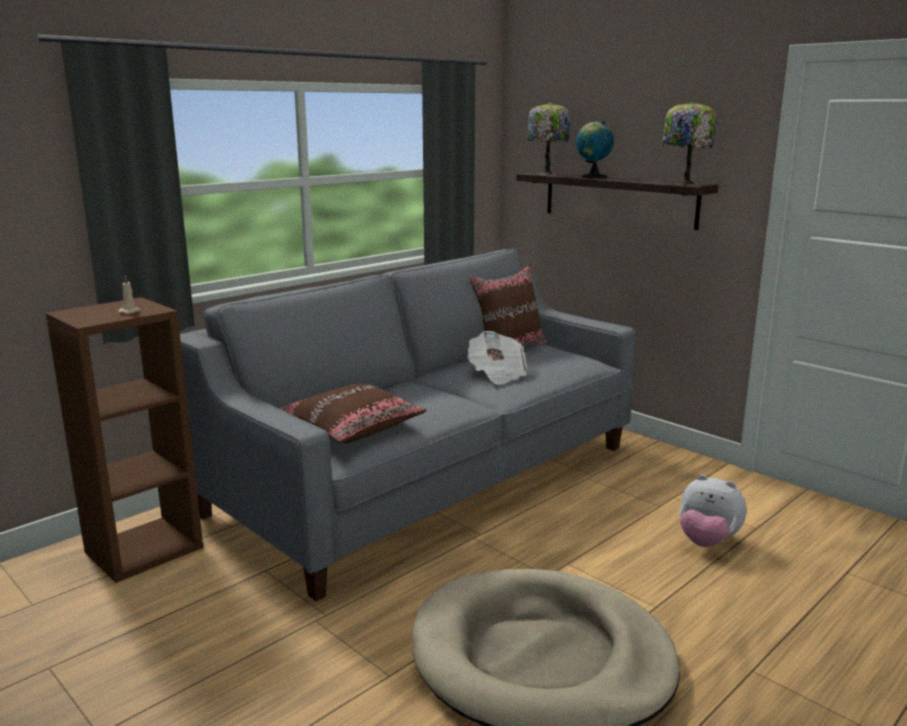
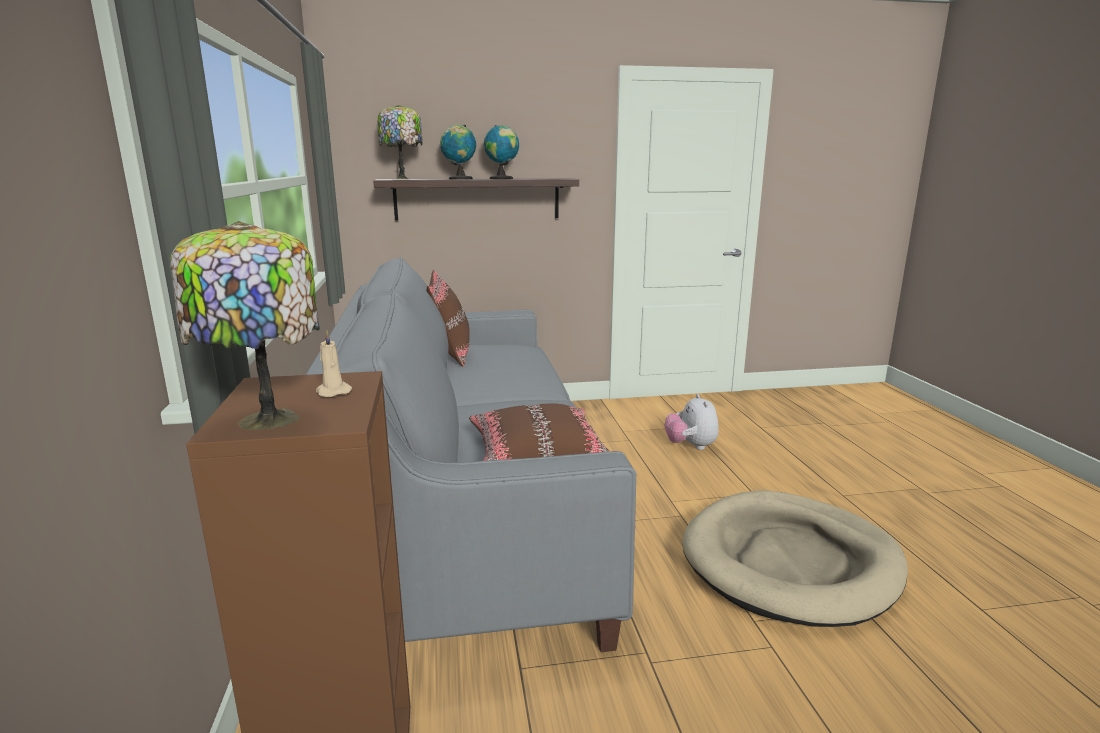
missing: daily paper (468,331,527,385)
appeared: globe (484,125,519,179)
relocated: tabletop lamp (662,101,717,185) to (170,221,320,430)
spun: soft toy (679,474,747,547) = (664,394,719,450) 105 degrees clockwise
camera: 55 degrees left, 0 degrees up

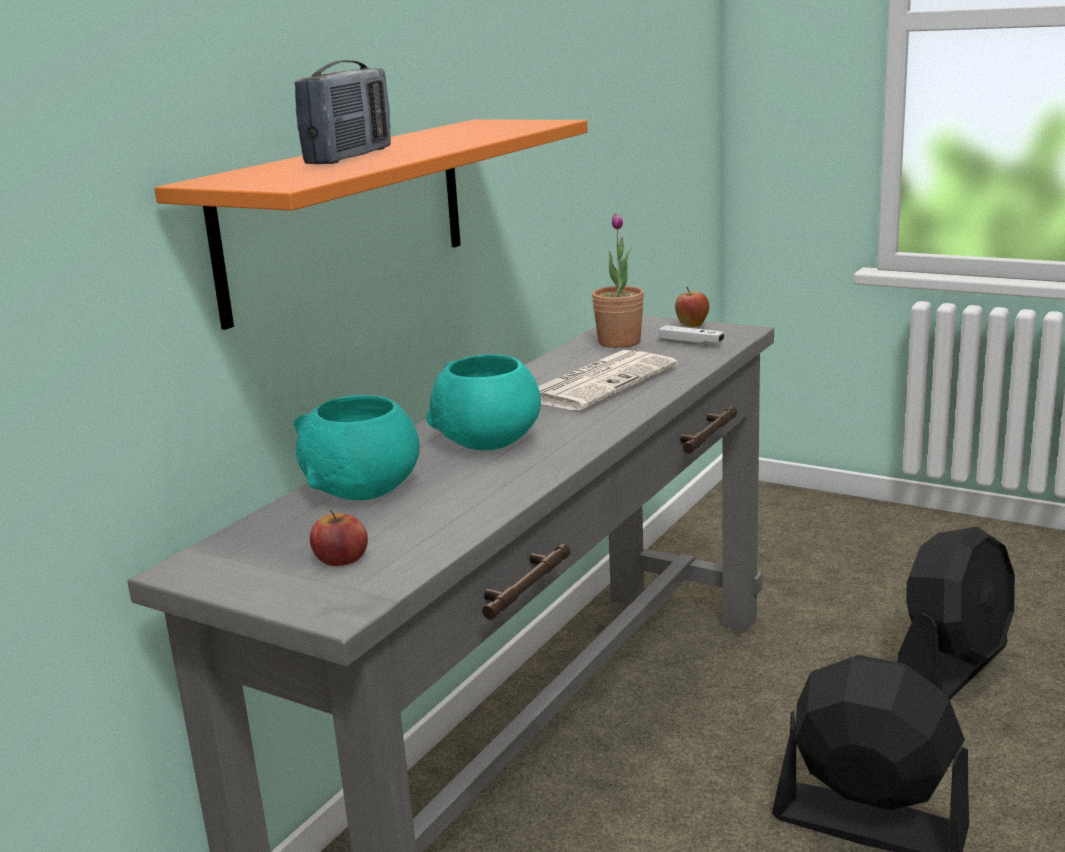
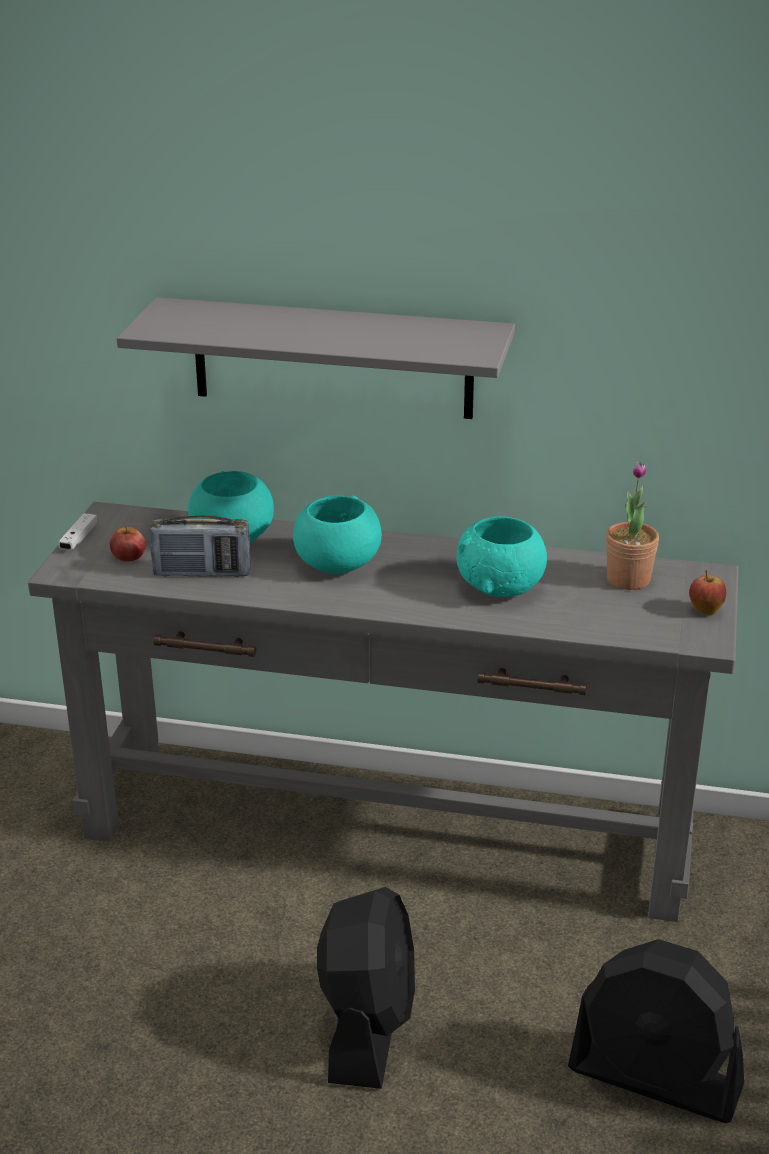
relocated: radio (295,60,391,164) to (150,515,250,577); white-coloured gamepad (659,325,724,346) to (58,513,97,550)
exchanged: daily paper (538,350,678,410) to blue-green deep dish (456,516,547,597)
colour: orange bracket shelf (154,119,588,330) to gray bracket shelf (116,297,515,419)
camera: 70 degrees right, 10 degrees up

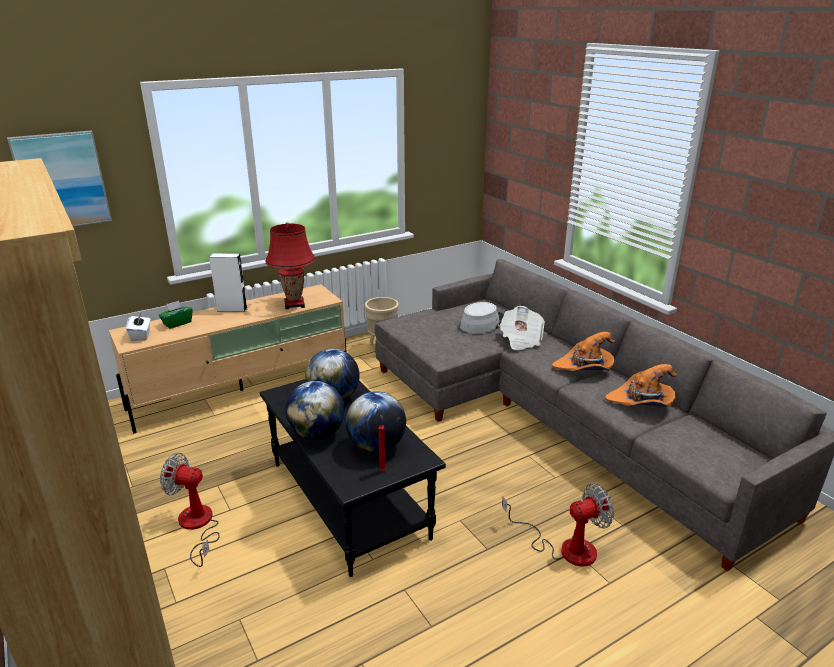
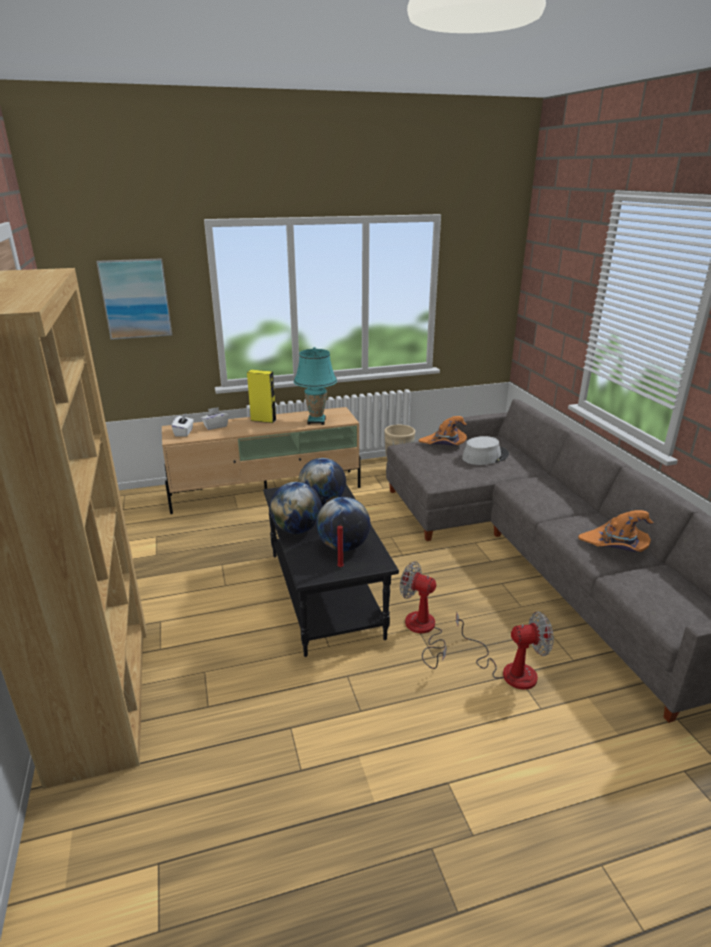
missing: daily paper (499,306,545,350)
relocated: cooling fan (160,453,219,567) to (400,561,447,669); orange wearable hat (552,332,615,371) to (419,416,467,445)
colour: green tissue holder (159,301,193,329) to white-coloured tissue holder (201,407,229,430); white-coloured loudspeaker (209,253,248,312) to yellowish loudspeaker (247,370,276,423); red tabletop lamp (265,222,315,309) to blue-green tabletop lamp (294,347,337,425)
camera: 15 degrees right, 0 degrees up

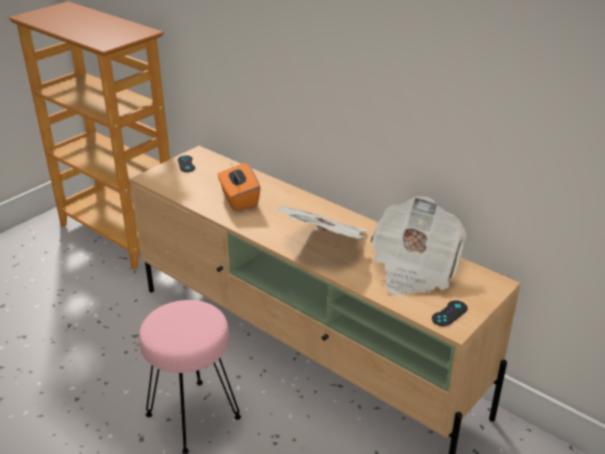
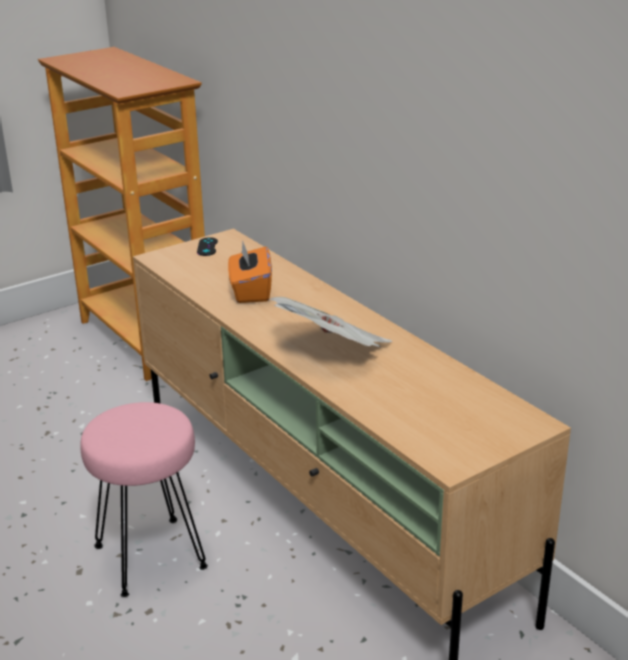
missing: daily paper (371,196,467,295); black gamepad (432,300,468,326)
camera: 15 degrees right, 5 degrees down

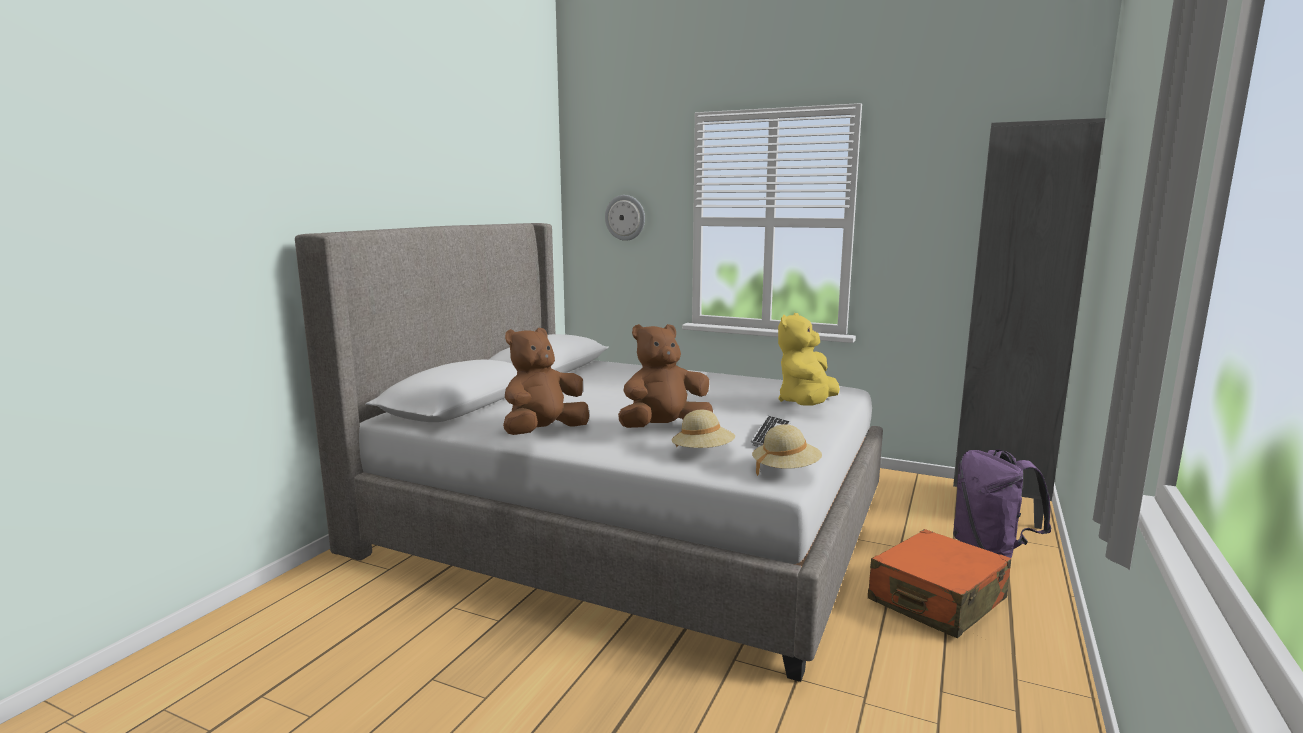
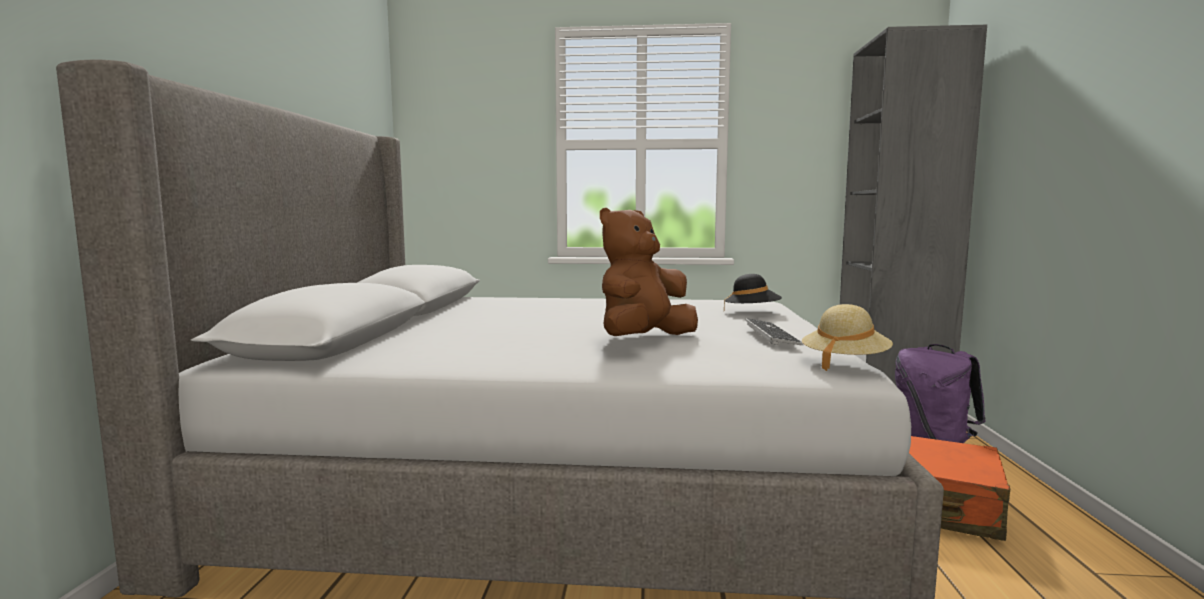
missing: brown soft toy (503,328,589,435); wall clock (605,195,645,241); beige wearable hat (672,410,735,448)
exchanged: yellowish soft toy (778,313,840,406) to black wearable hat (724,274,782,307)
camera: 20 degrees left, 5 degrees down

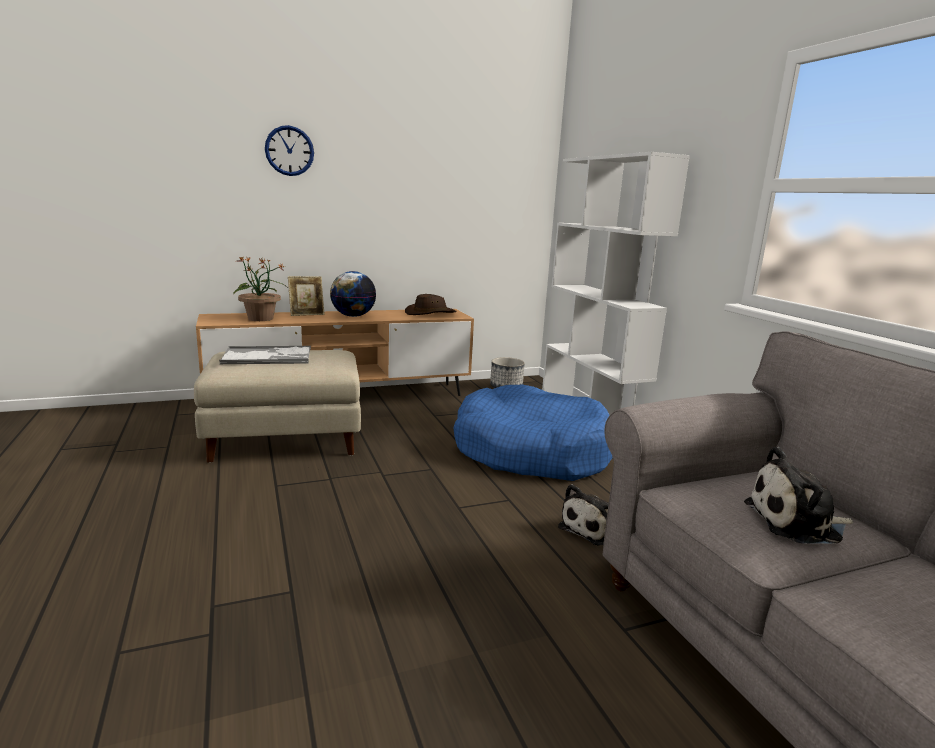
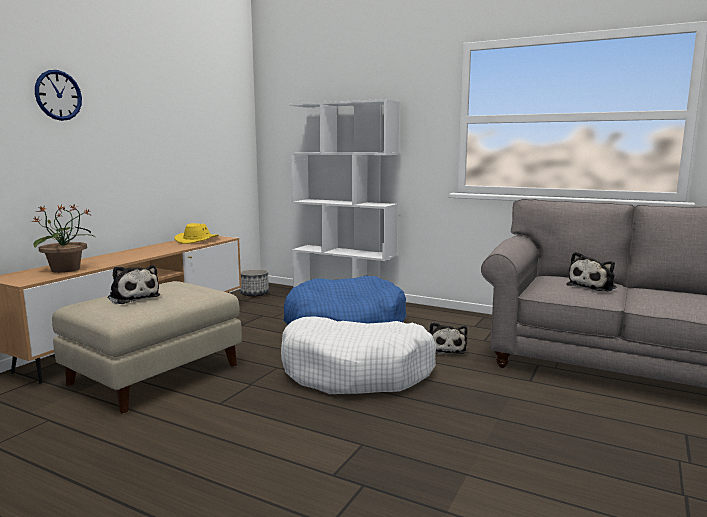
missing: picture frame (288,276,325,316); globe (330,271,376,317)
appeared: white-coloured pet bed (281,316,436,394)
exchanged: serving tray (219,346,311,364) to soft toy (108,265,160,304)
colour: brown wearable hat (405,294,457,315) to yellowish wearable hat (174,223,219,244)
camera: 40 degrees left, 5 degrees down

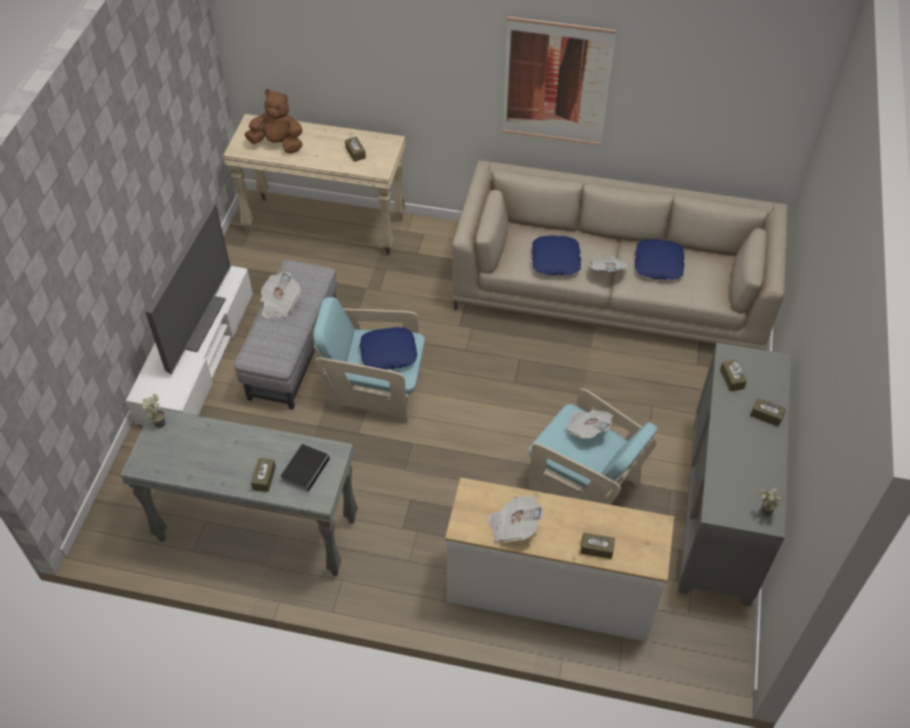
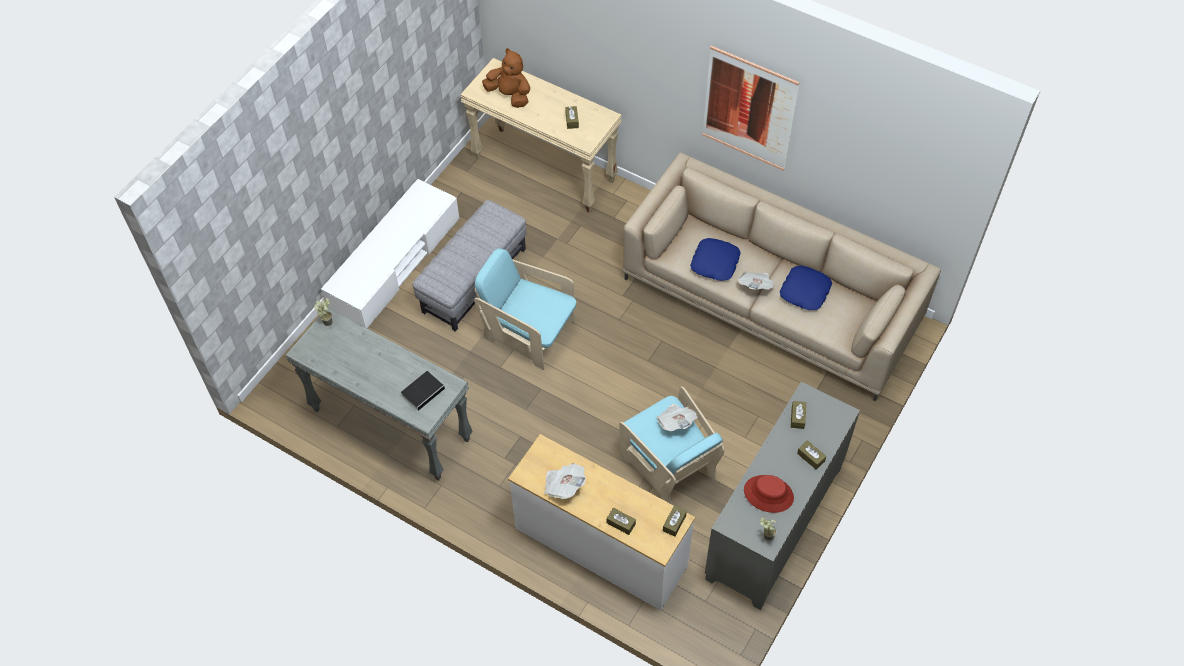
missing: TV set (145,204,231,375); daily paper (260,272,301,318); blue throw pillow (360,327,417,370)
appeared: red wearable hat (744,475,794,513)
relocated: brown tissue holder (251,458,276,492) to (663,505,687,537)
camera: 20 degrees right, 5 degrees up

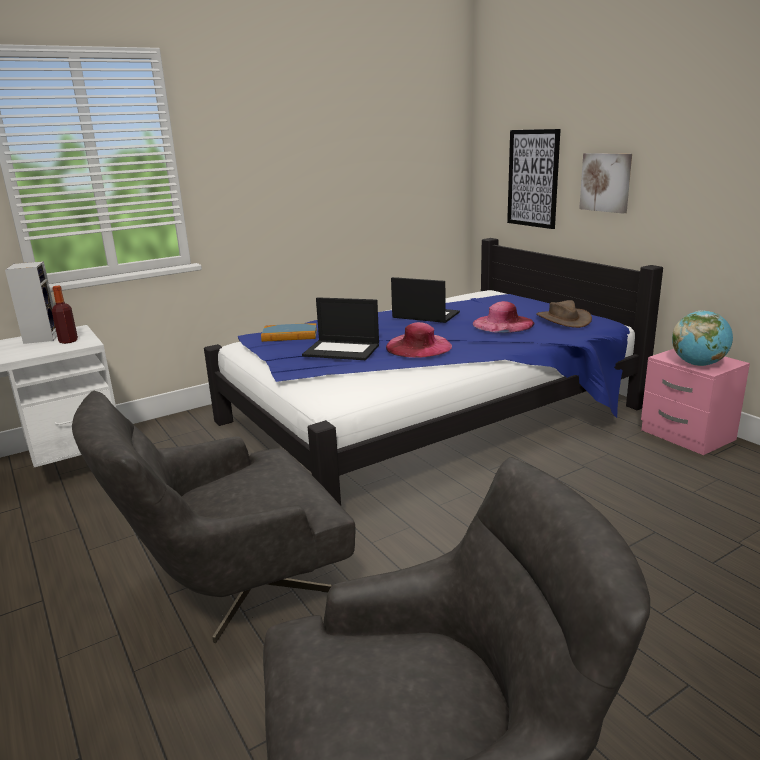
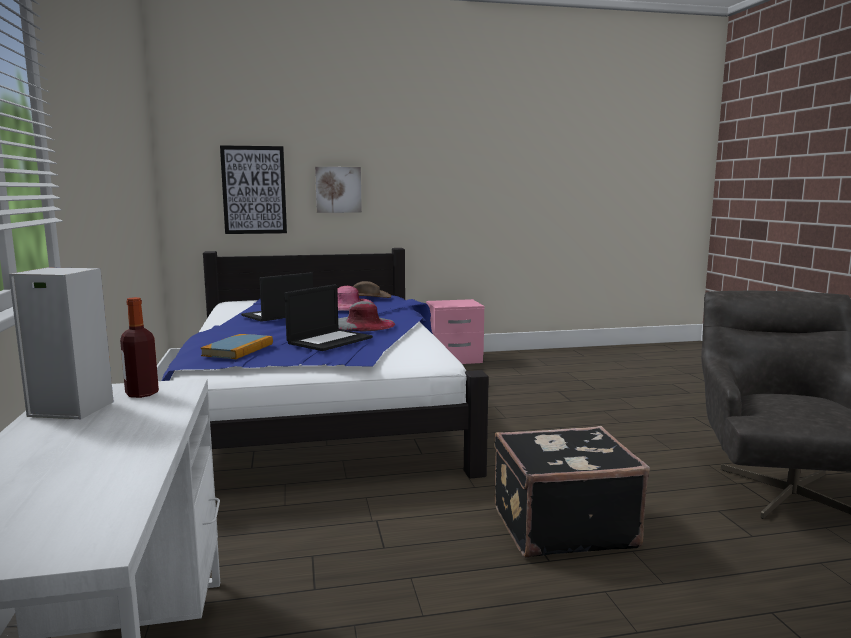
missing: globe (672,311,733,366)
exchanged: gray easy chair (72,391,356,643) to black piece of luggage (494,426,650,558)
colour: pinkish wearable hat (386,322,452,358) to gray wearable hat (338,301,395,331)
camera: 70 degrees left, 10 degrees down

